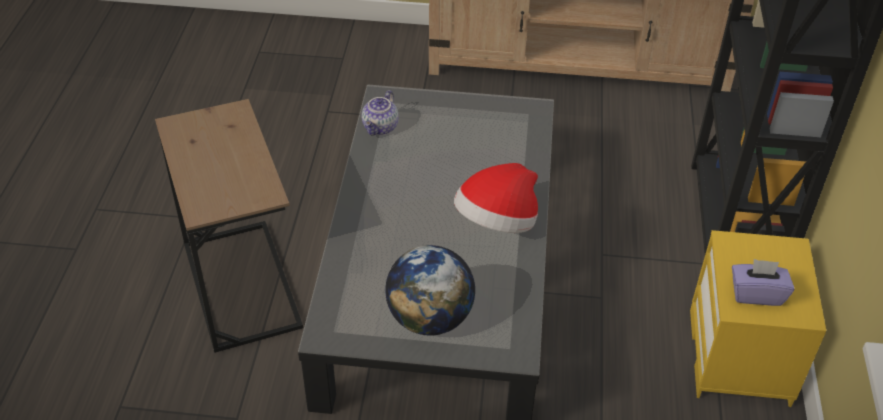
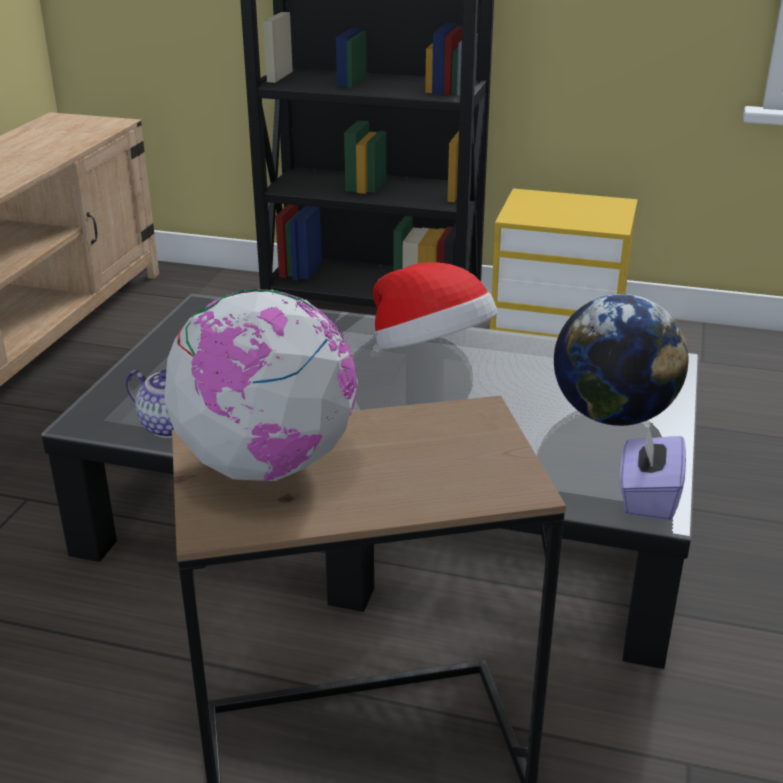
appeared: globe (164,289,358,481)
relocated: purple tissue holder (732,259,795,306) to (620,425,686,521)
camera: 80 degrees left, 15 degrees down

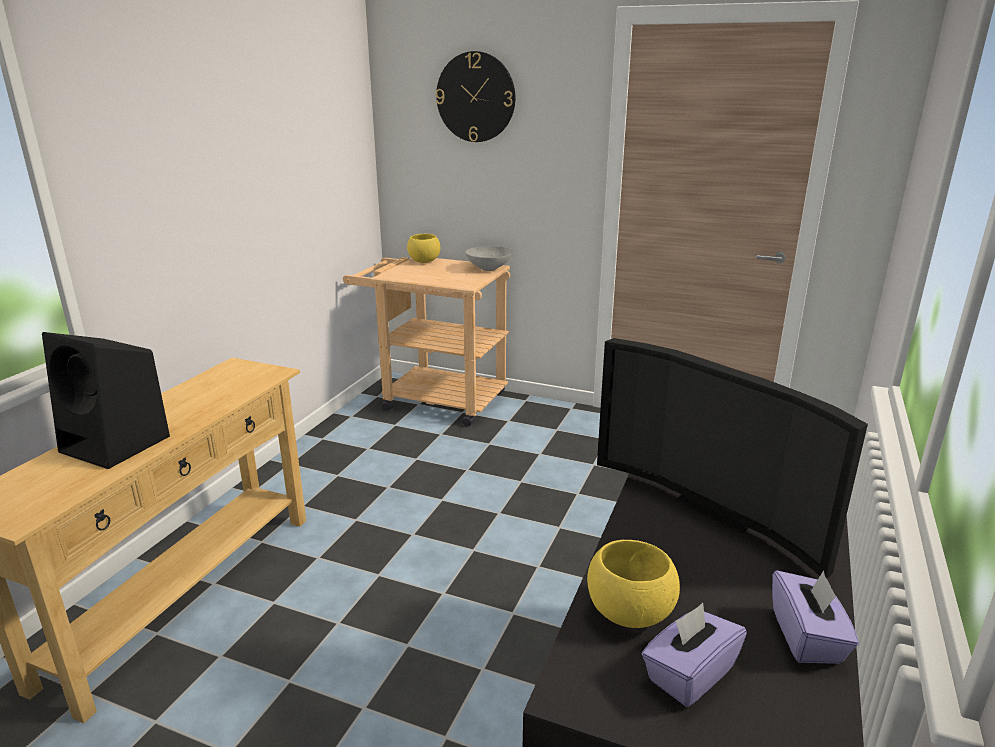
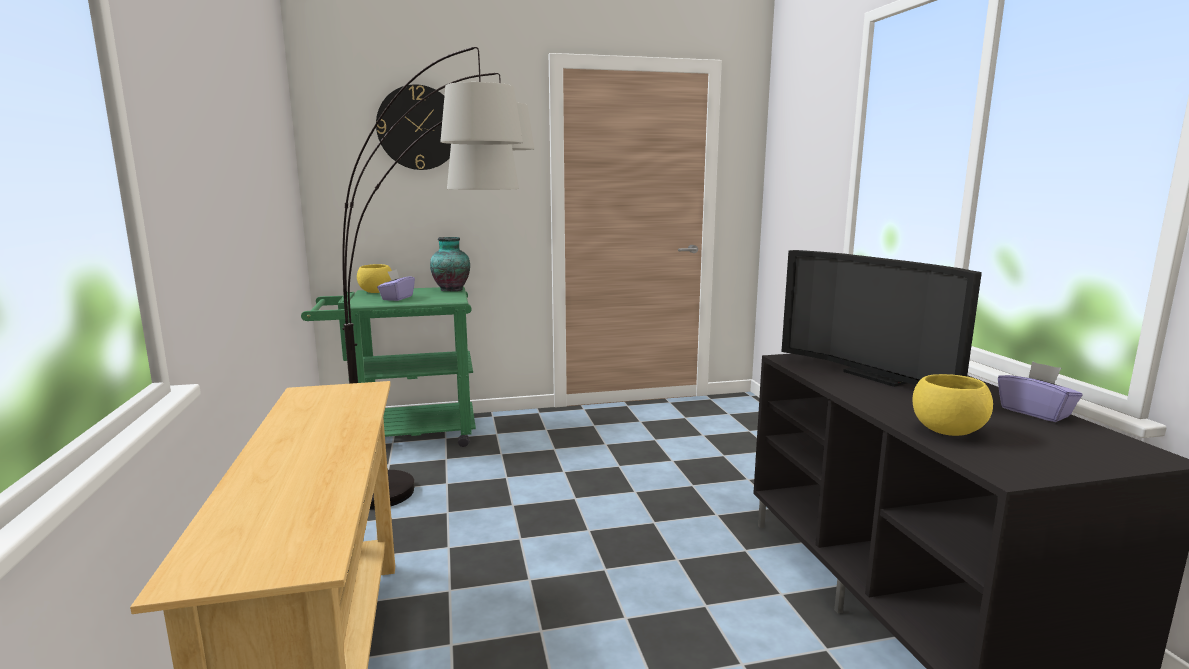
missing: black loudspeaker (42,332,170,469)
appeared: standard lamp (342,47,534,510)
relocated: purple tissue holder (642,603,747,707) to (377,269,415,301)
exchanged: gray deep dish (465,246,512,271) to vase (430,237,470,291)
colour: beige wheeled cart (343,257,510,426) to green wheeled cart (301,287,476,447)
spun: TV set (597,338,868,578) = (781,250,982,387) 45 degrees clockwise
camera: 35 degrees left, 10 degrees down

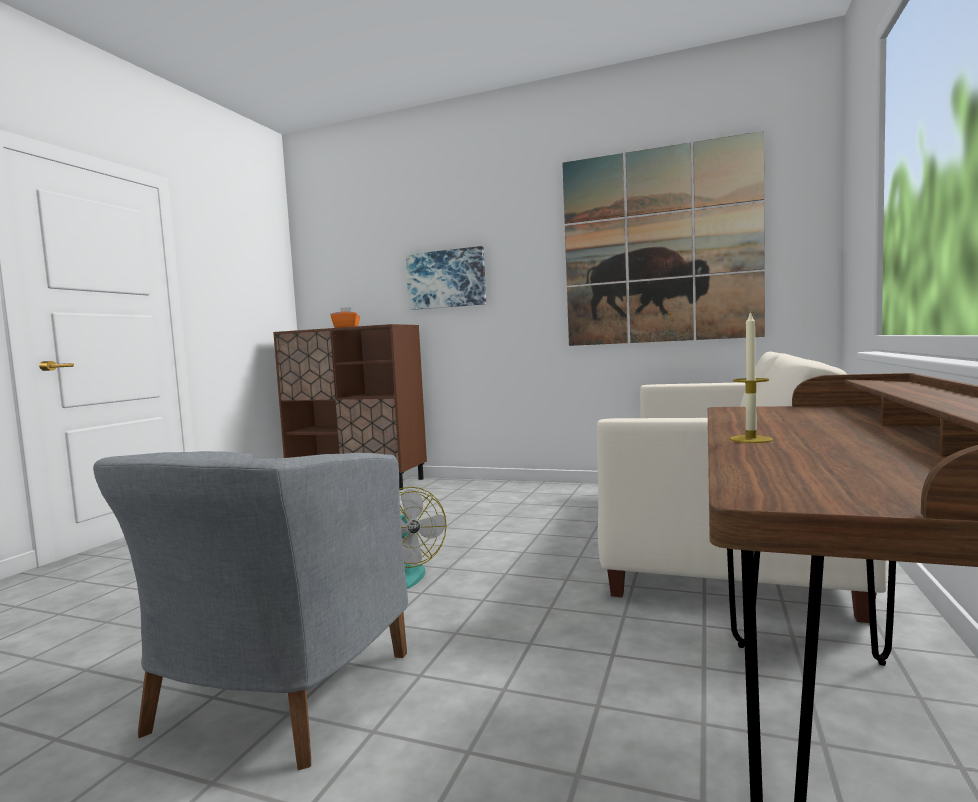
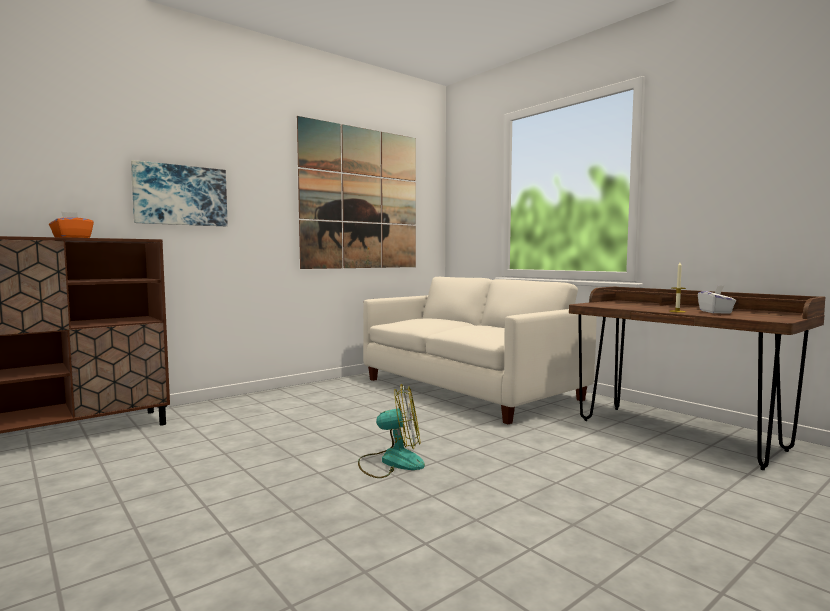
missing: gray easy chair (93,451,408,770)
appeared: white-coloured tissue holder (698,285,736,313)
camera: 60 degrees left, 0 degrees up

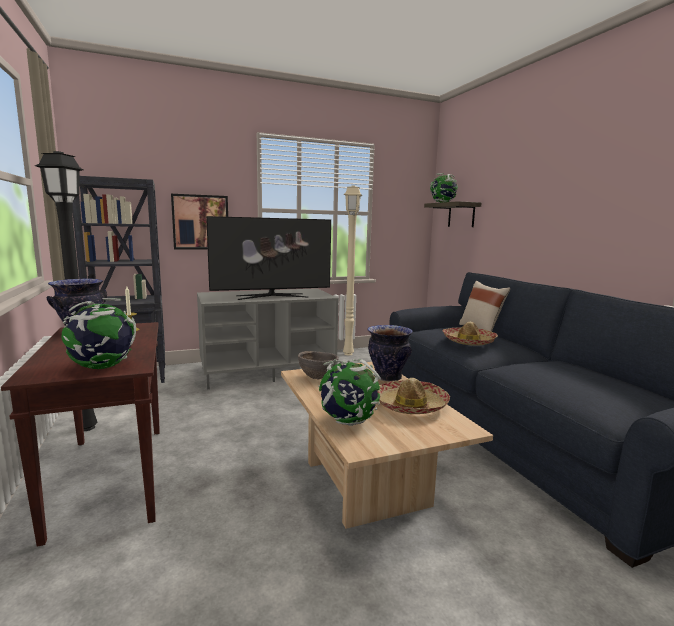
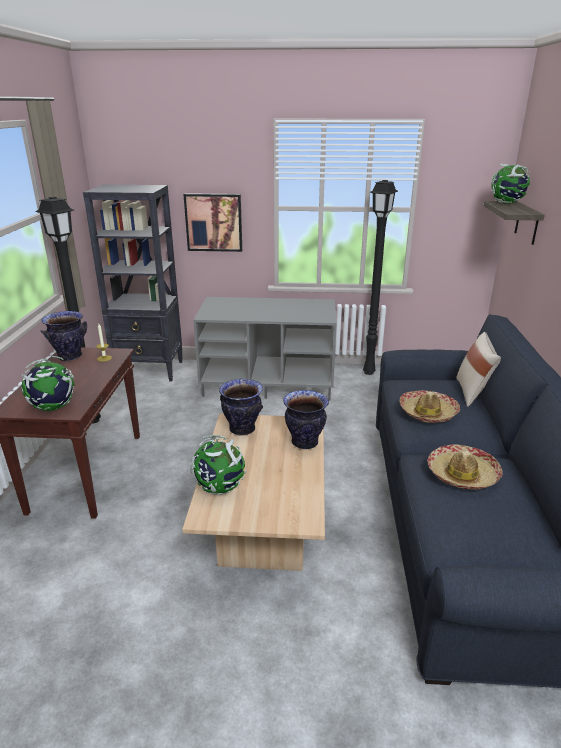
missing: TV set (206,216,331,300)
relocated: wearable hat (378,378,450,414) to (428,444,503,490)
exchanged: brown deep dish (298,351,339,379) to vase (219,379,263,436)
colour: beige standard lamp (343,186,362,355) to black standard lamp (363,180,398,375)
camera: 25 degrees right, 15 degrees up

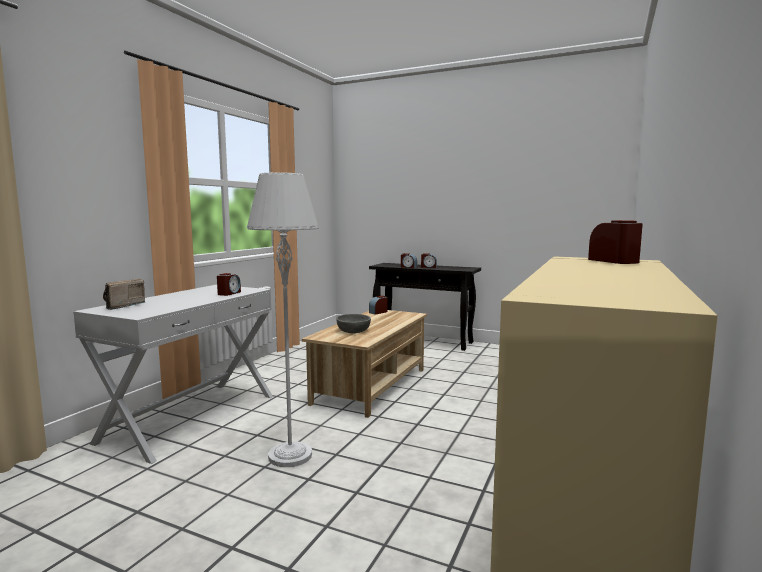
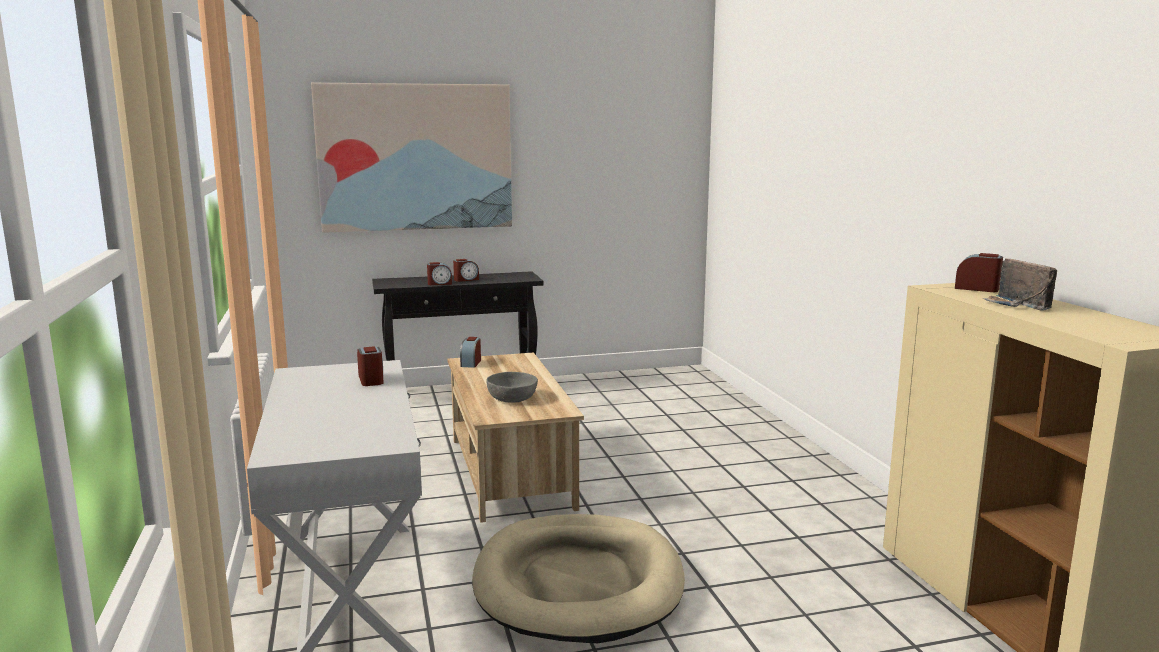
appeared: wall picture (311,83,512,233)
relocated: radio (103,279,145,310) to (983,258,1057,310)
exchanged: gray standard lamp (247,172,319,467) to beige pet bed (472,514,685,643)
camera: 40 degrees left, 5 degrees up

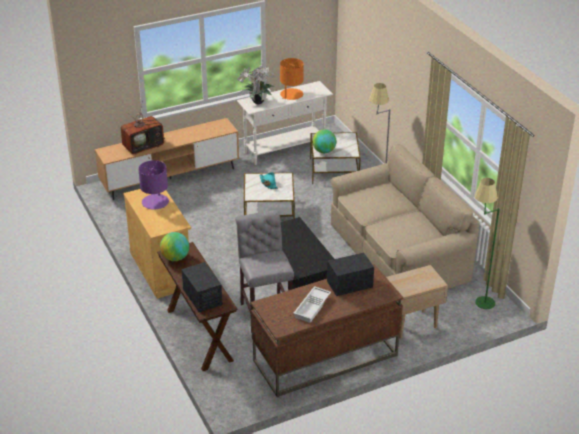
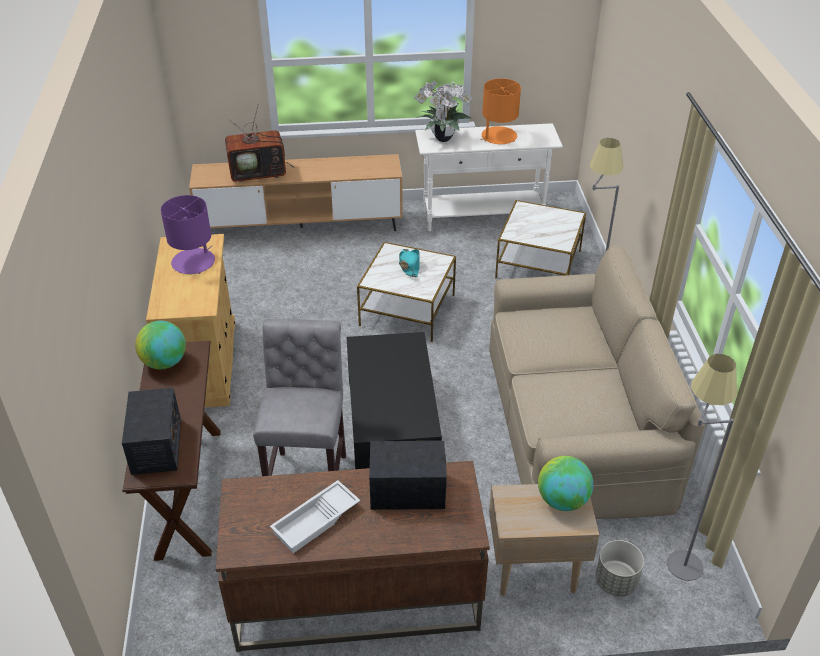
appeared: gray planter (595,540,644,596)
relocated: globe (313,129,337,153) to (538,456,593,511)
colour: green standard lamp (474,178,500,309) to gray standard lamp (667,354,737,581)
camera: 20 degrees right, 5 degrees up

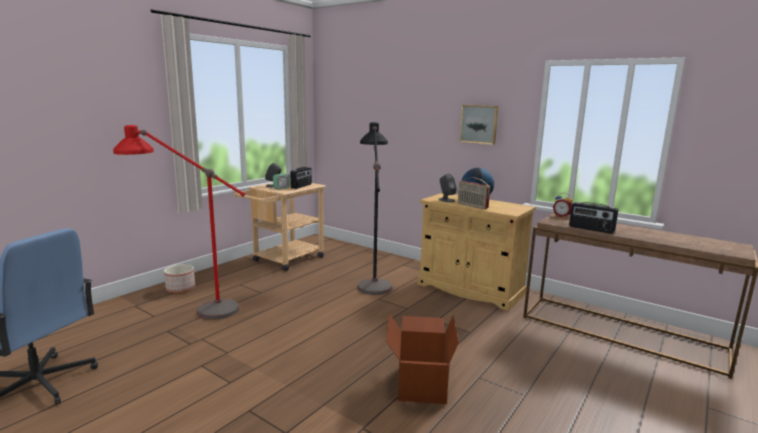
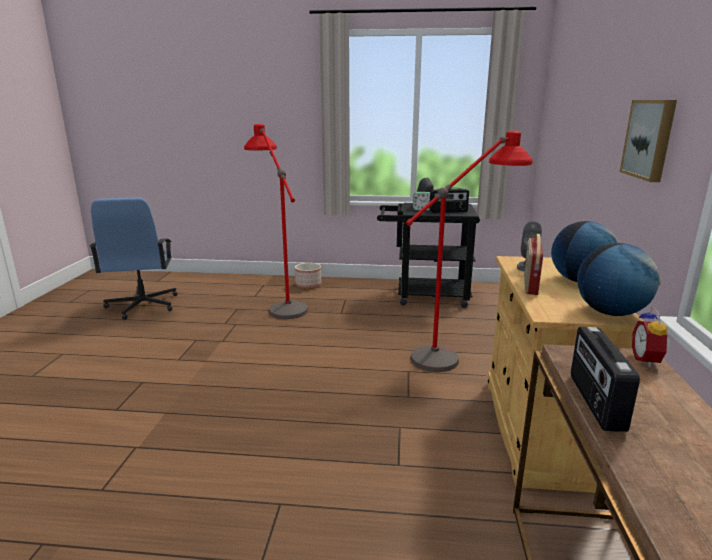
missing: packing box (386,314,459,404)
appeared: globe (577,243,661,316)
colour: beige wheeled cart (234,181,326,271) to black wheeled cart (377,203,480,308); black standard lamp (357,122,392,295) to red standard lamp (406,131,533,372)
camera: 60 degrees right, 5 degrees up

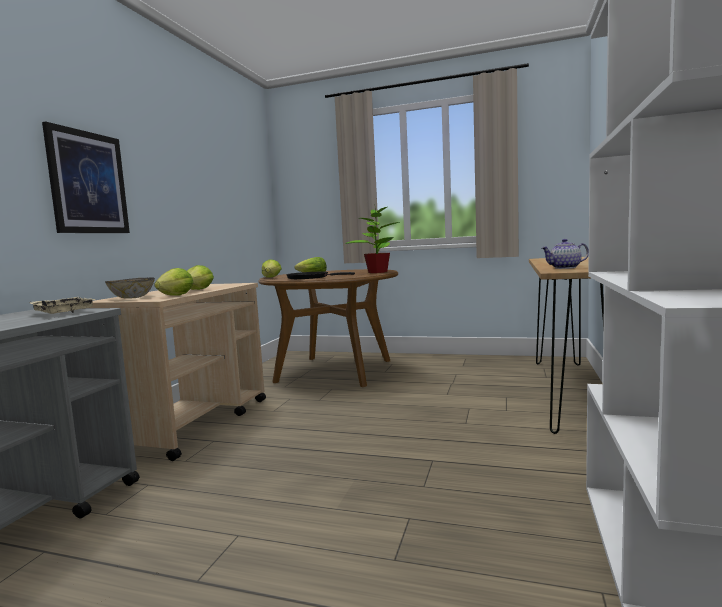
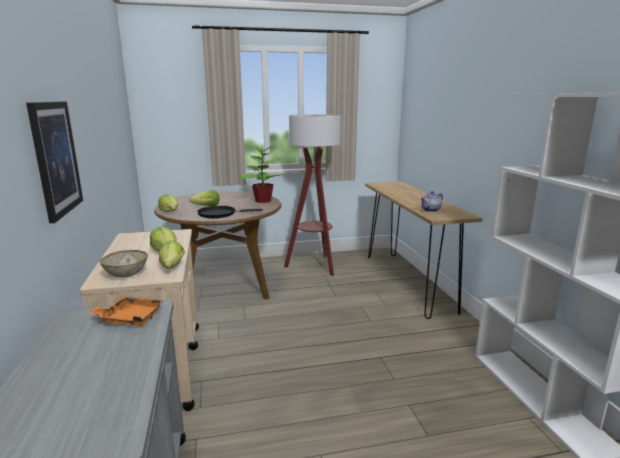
appeared: standard lamp (284,114,341,276)
colour: beige serving tray (31,297,96,314) to orange serving tray (88,296,164,326)
camera: 30 degrees left, 10 degrees up

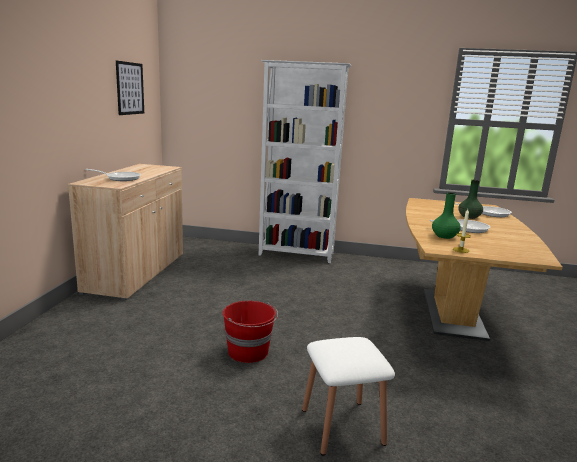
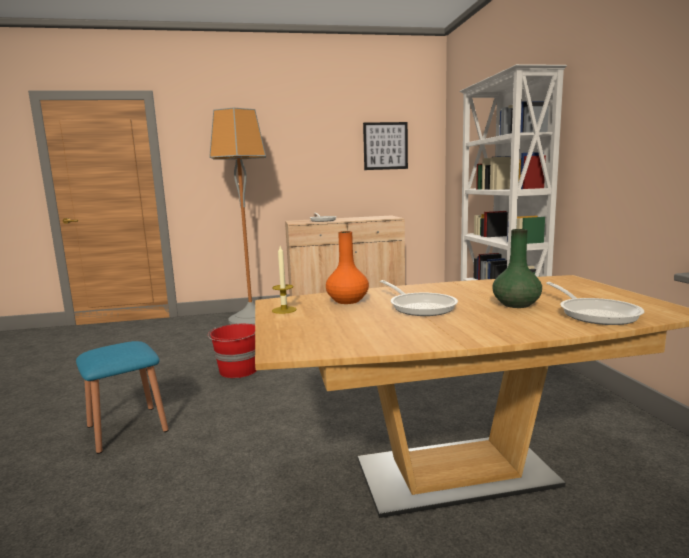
appeared: standard lamp (209,108,266,325)
colour: white-coloured sitting stool (302,337,395,456) to blue sitting stool (76,341,169,454); green vase (432,192,461,239) to orange vase (326,231,369,304)
camera: 70 degrees right, 5 degrees down

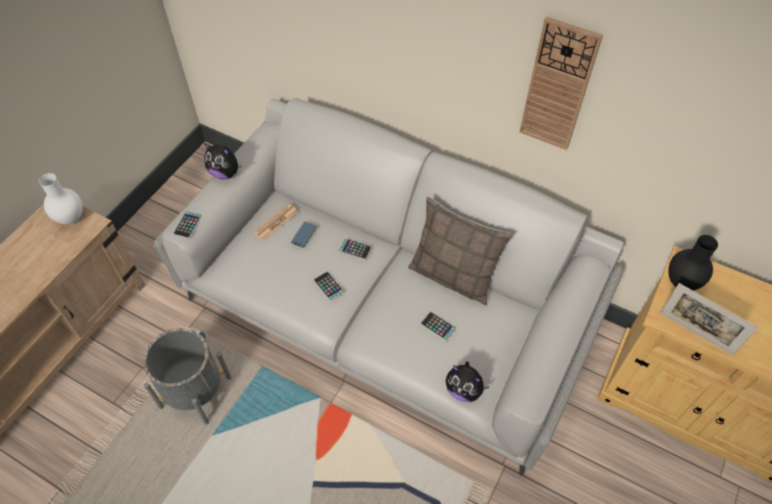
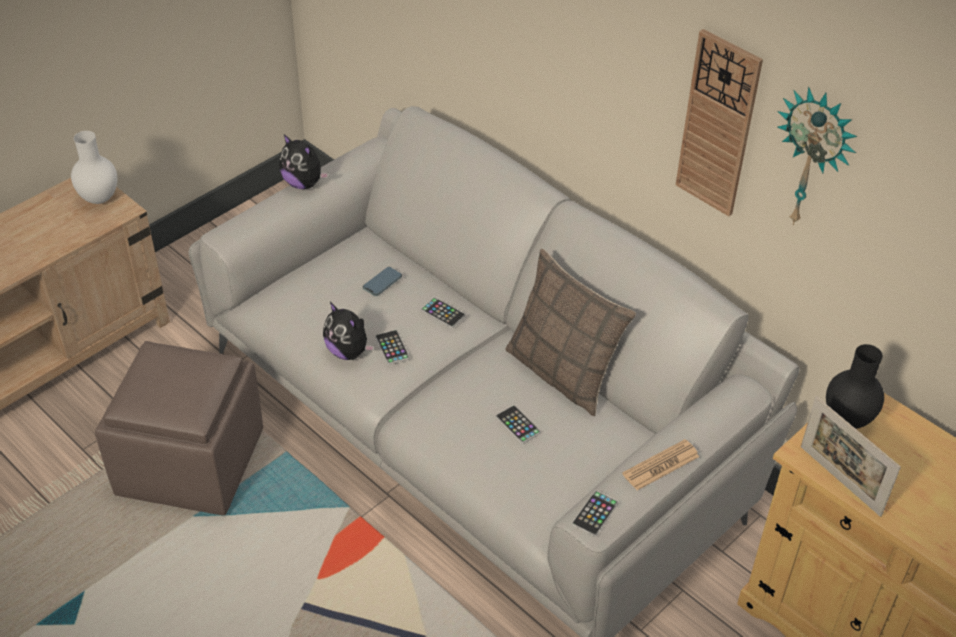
appeared: wall clock (777,87,857,225)
relocated: telephone (173,211,202,239) to (572,490,618,536); daily paper (253,204,298,241) to (622,439,699,490); soft toy (446,362,490,402) to (323,302,375,360)
exchanged: gray planter (143,328,231,425) to brown footrest (95,341,263,515)
camera: 15 degrees right, 10 degrees down

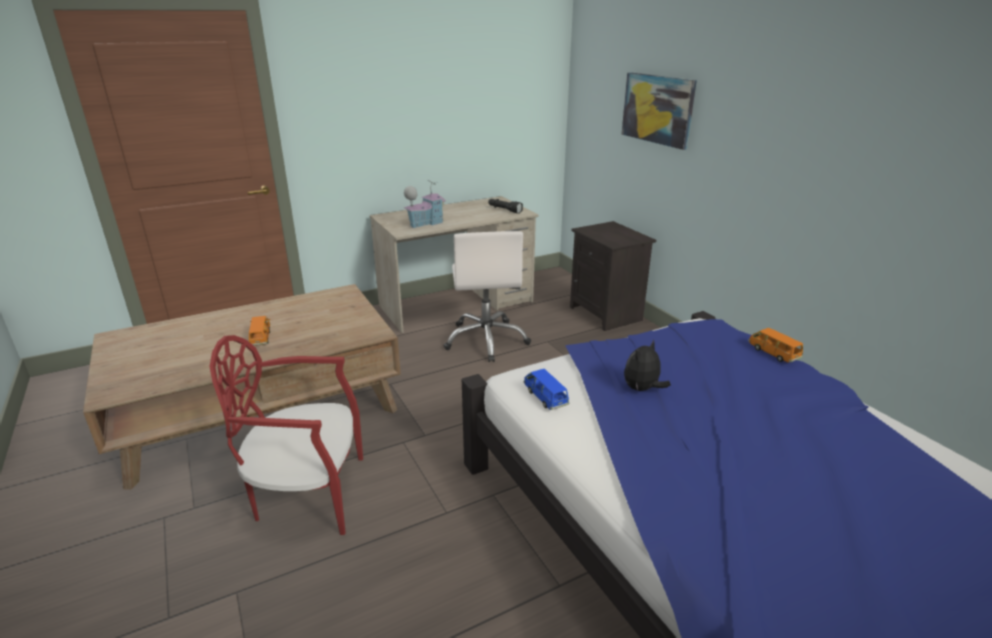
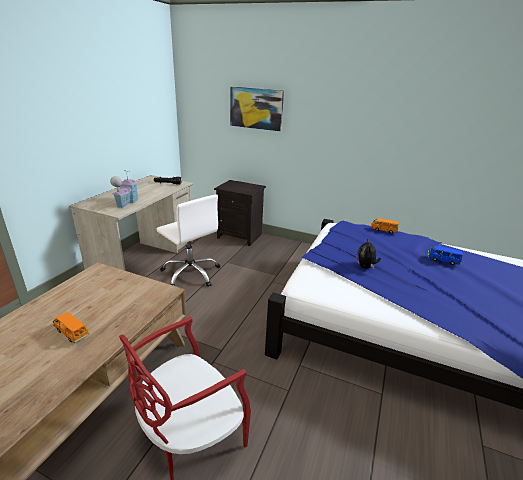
relocated: blue miniature car (524,369,569,410) to (428,246,462,265)
camera: 40 degrees left, 0 degrees up

